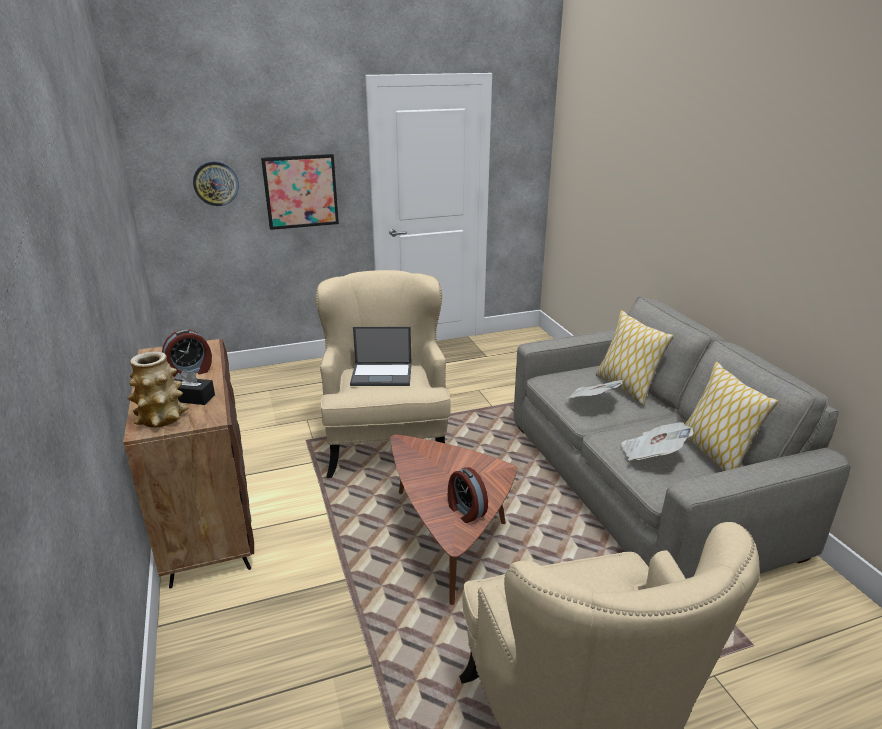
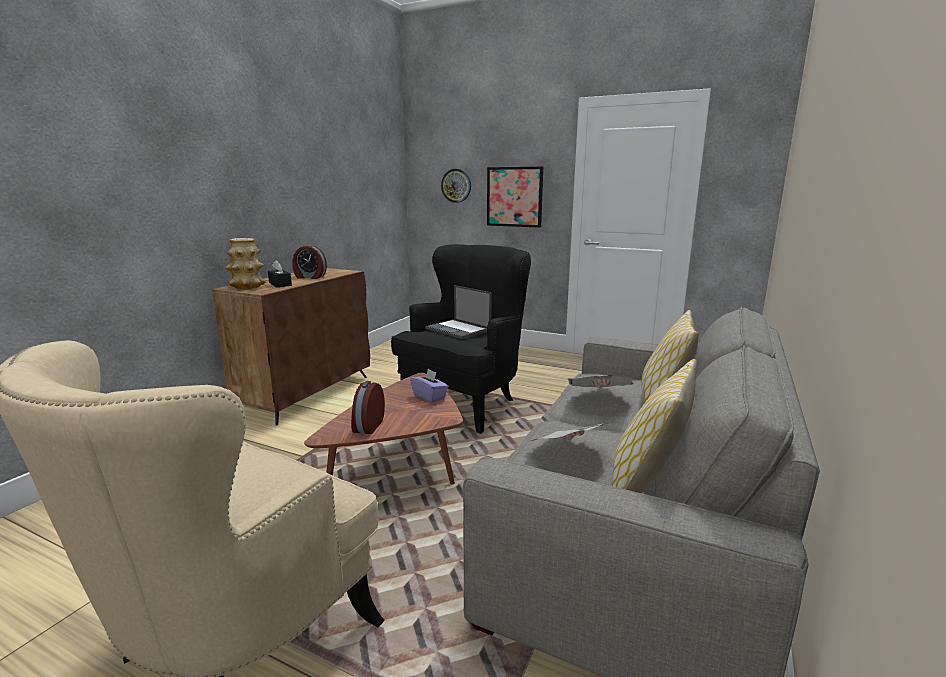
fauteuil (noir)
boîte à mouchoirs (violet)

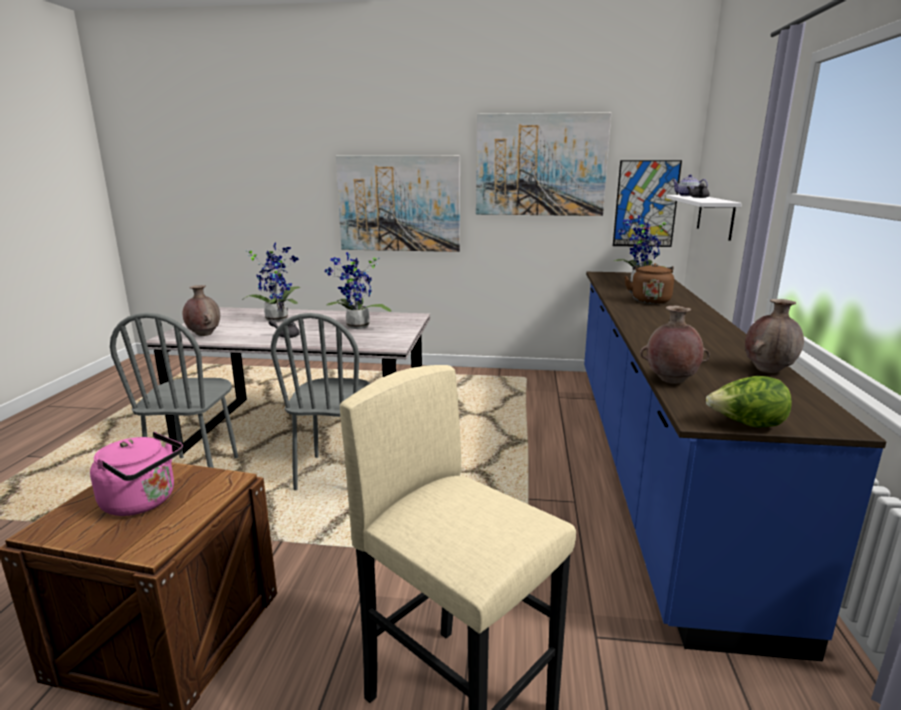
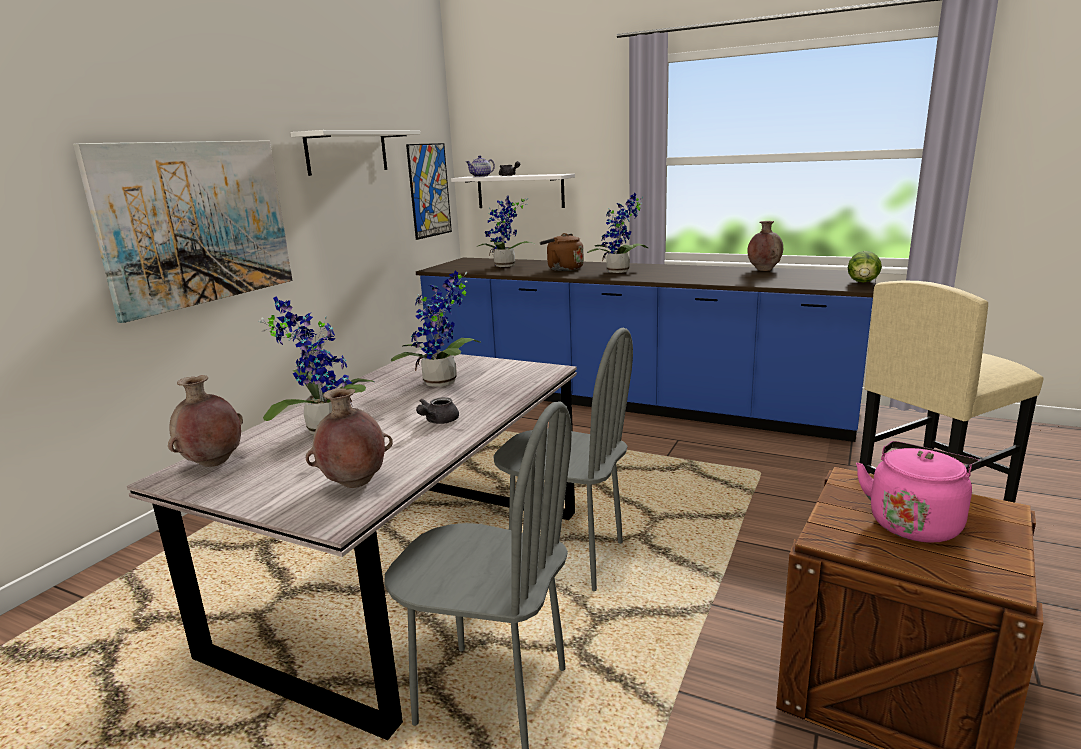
étagère (blanc) (1st from left)
vase (marron) (1st from left)
plante en pot (4th from left)

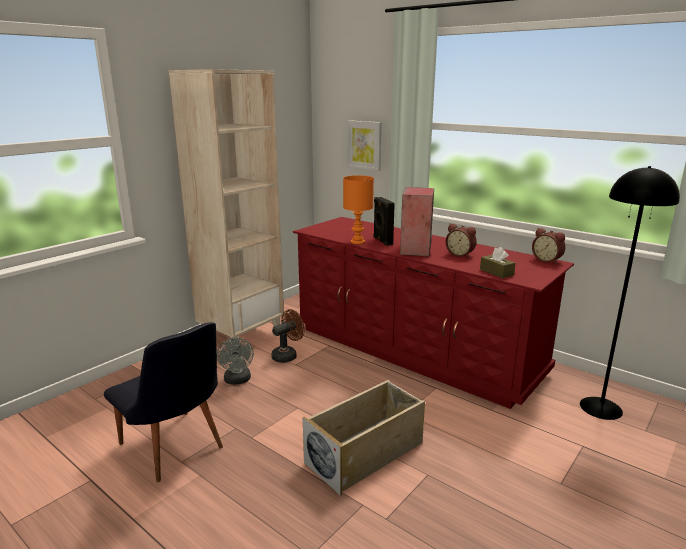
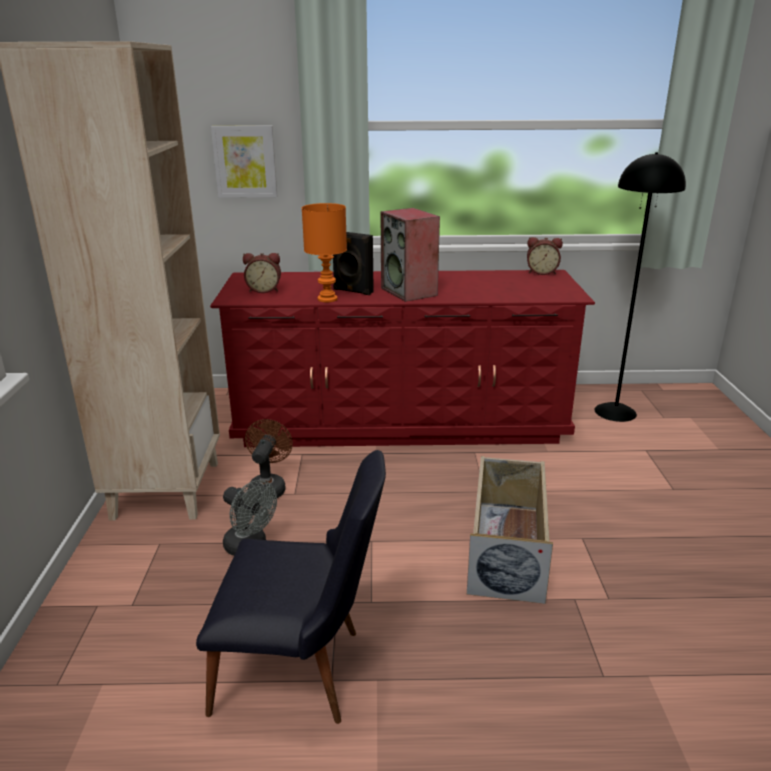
réveil (1st from left)
boîte à mouchoirs (marron)

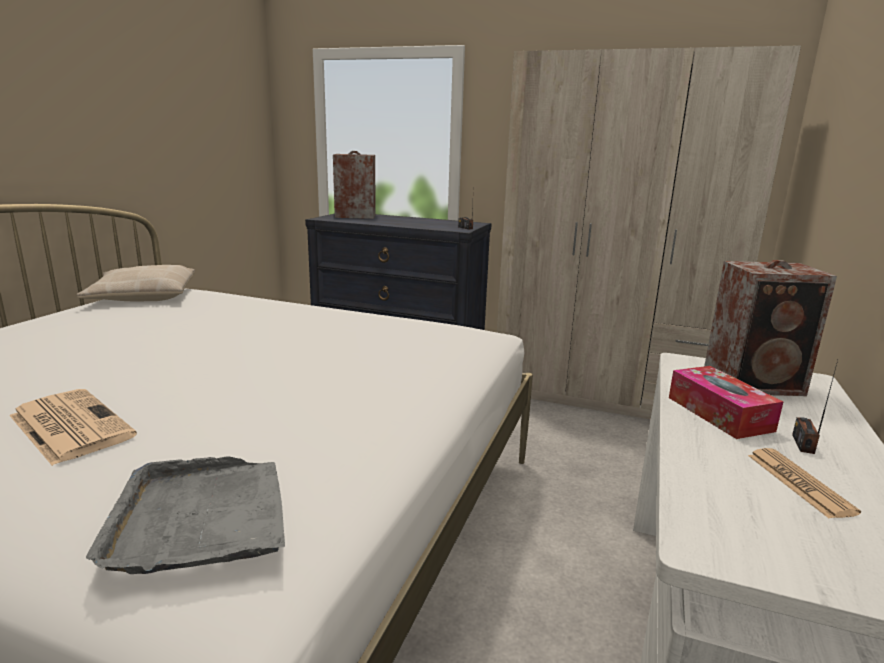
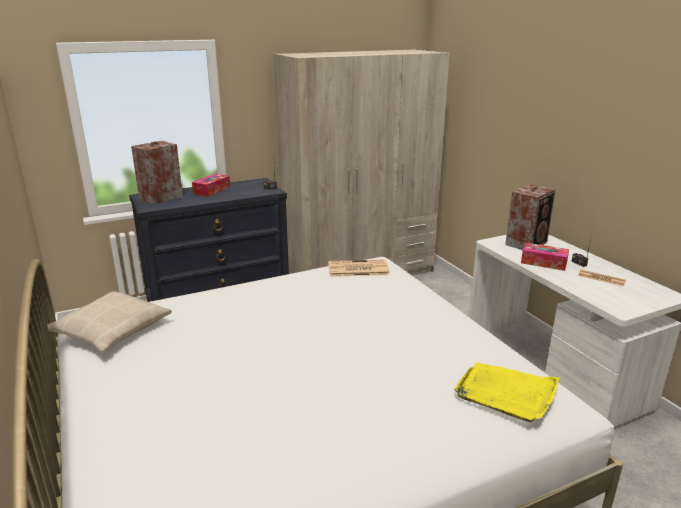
journal (1st from left)
plateau (jaune)
boîte à mouchoirs (1st from left)

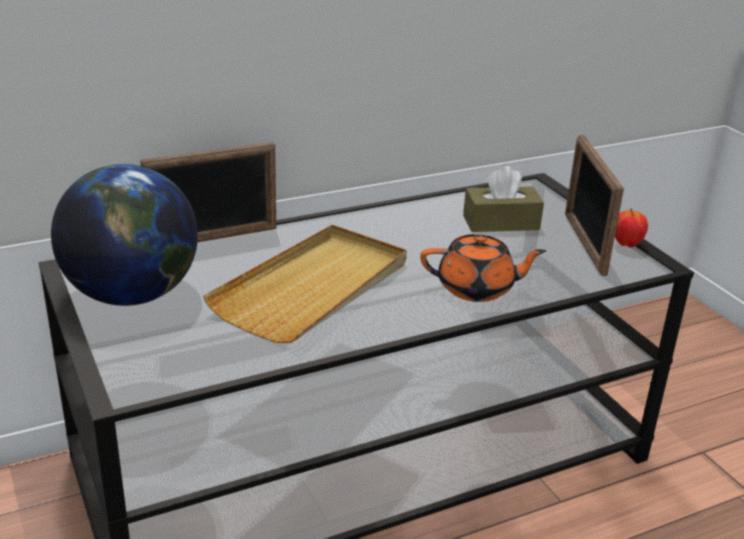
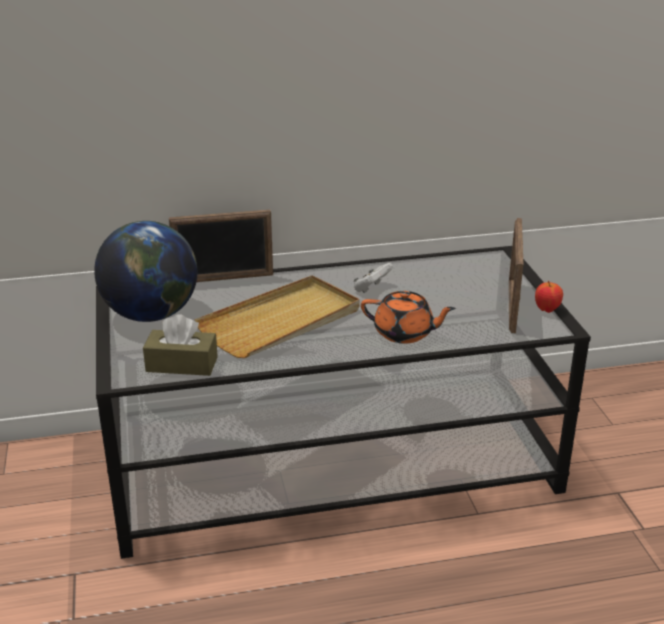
boîte à mouchoirs (marron)
manette (blanc)

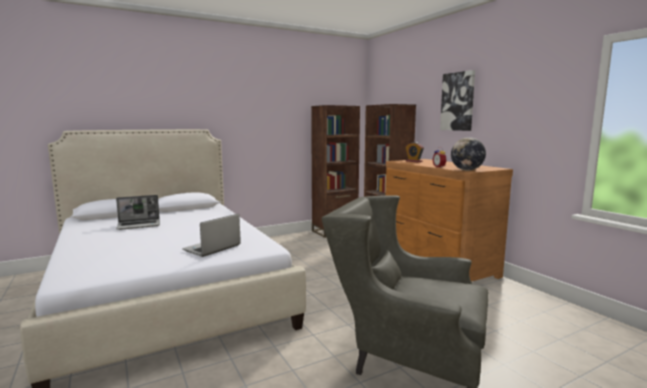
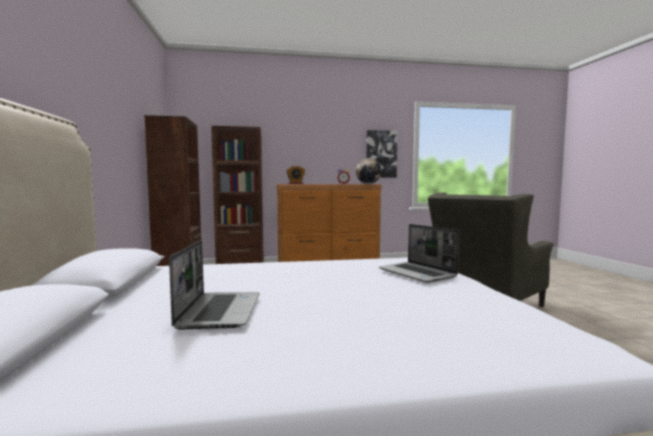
tableau

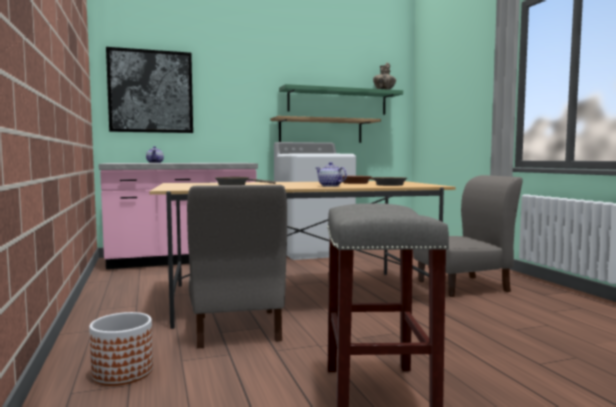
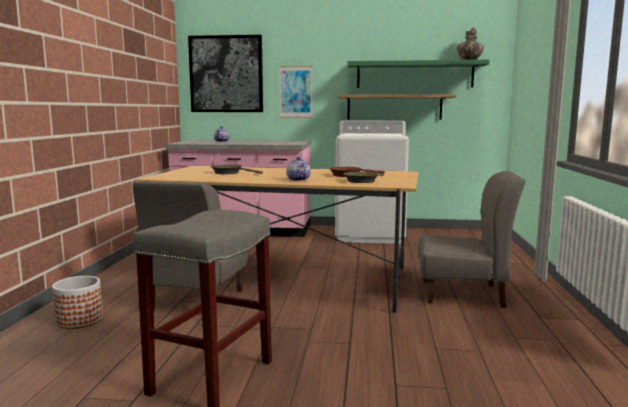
tableau (2nd from left)

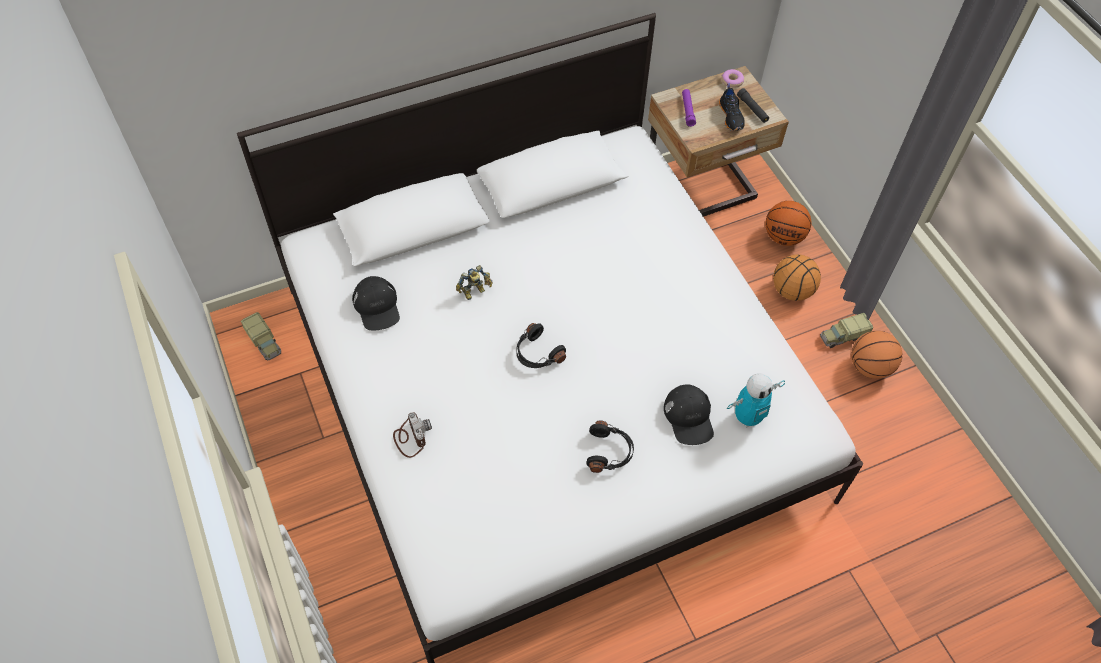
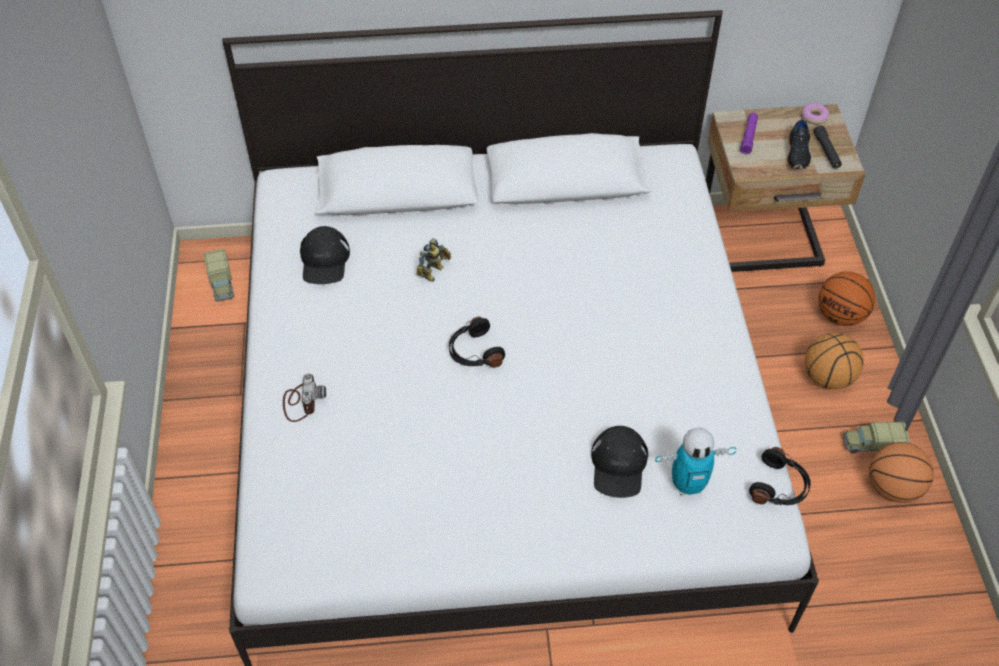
robot jouet (1st from left)
casque audio (noir) (2nd from left)

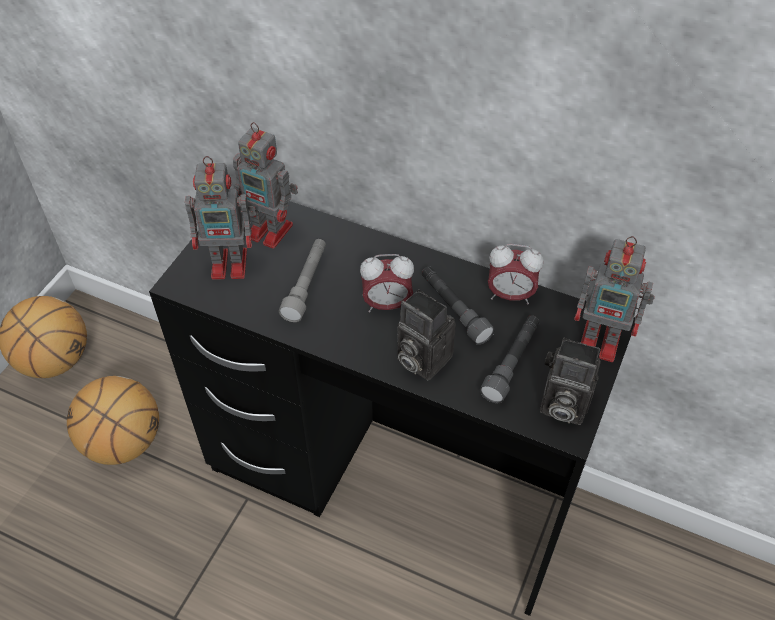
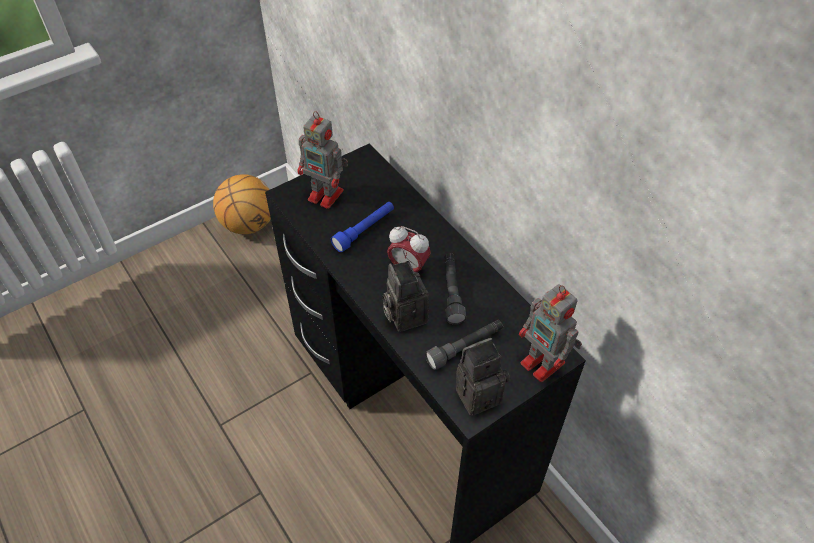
robot jouet (2nd from left in the first image)
lampe de poche (bleu)
réveil (2nd from left in the first image)
appareil photo (2nd from left)
ballon de basket (2nd from left in the first image)

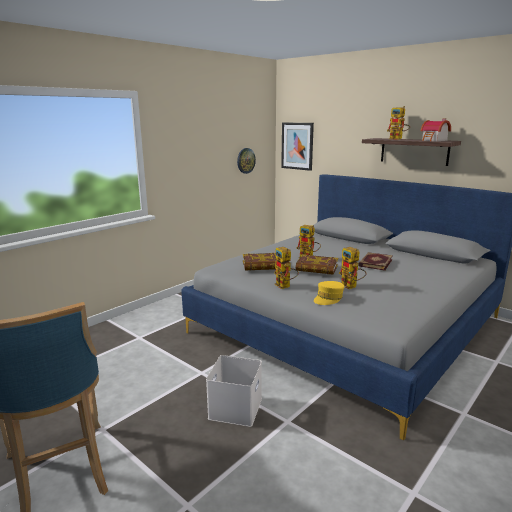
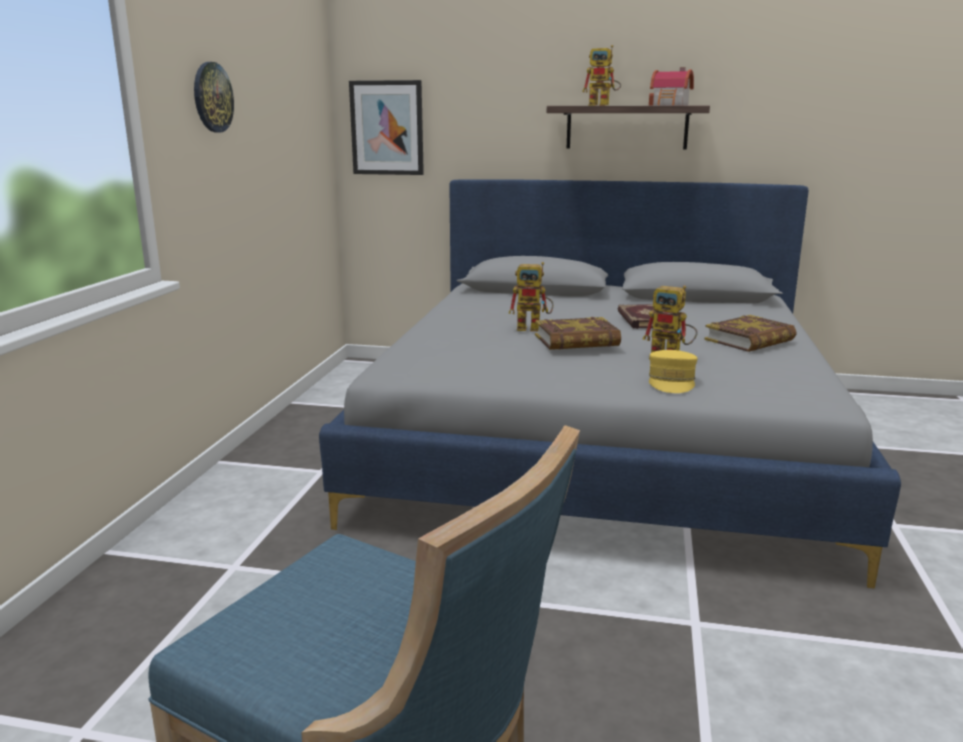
horloge murale
robot jouet (1st from left in the first image)
livre (3rd from left)
boîte de rangement (blanc)

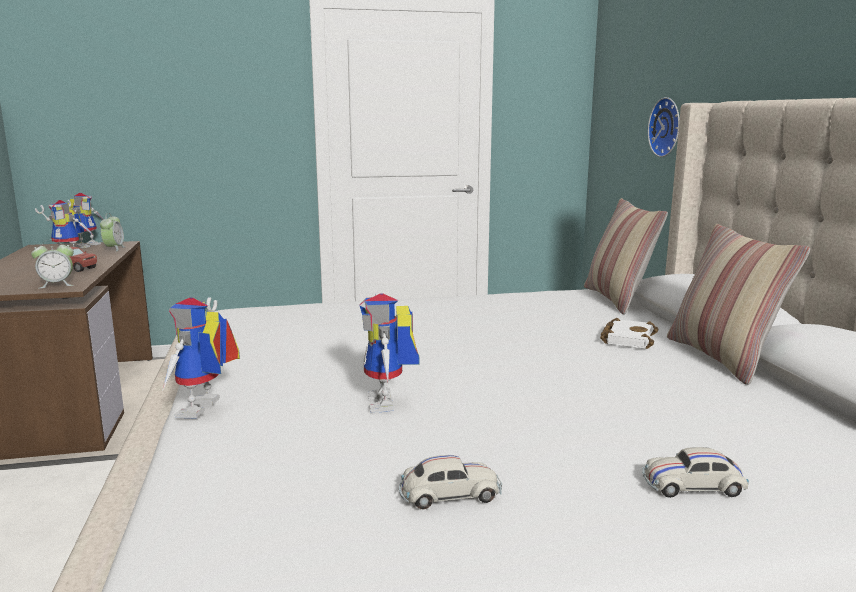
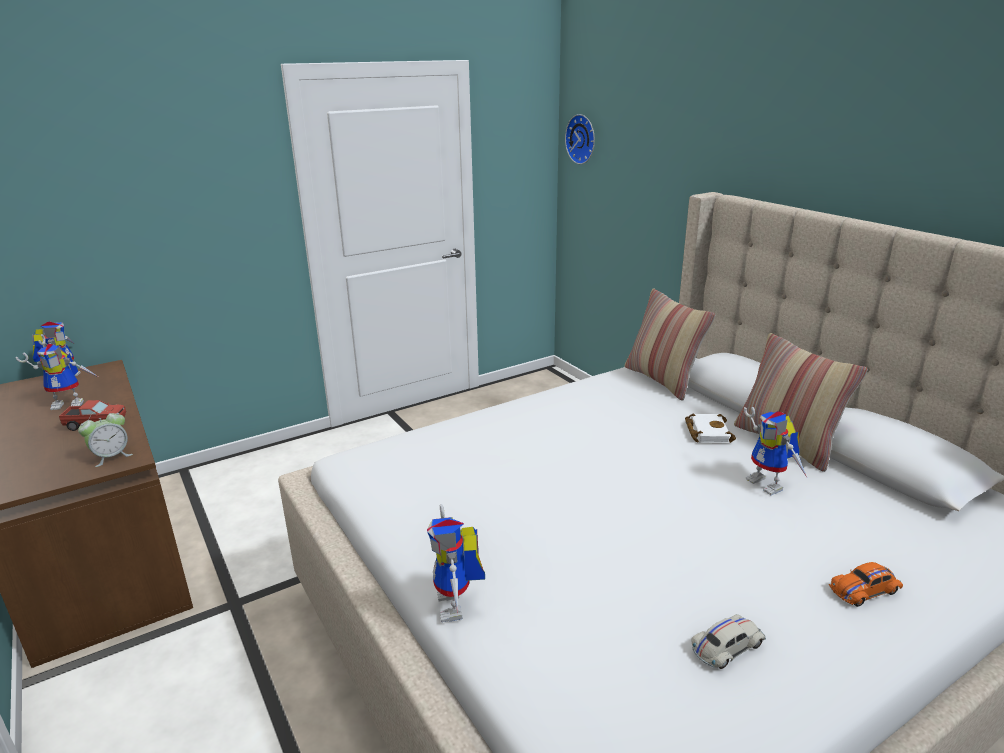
horloge murale
réveil (2nd from left in the first image)
robot jouet (4th from left)
petite voiture (orange)

